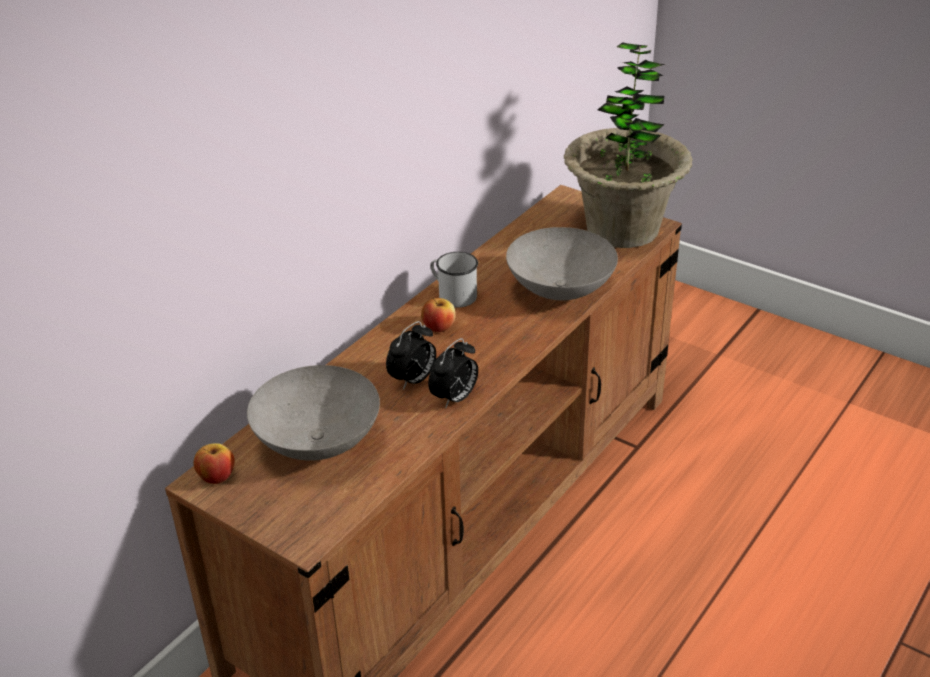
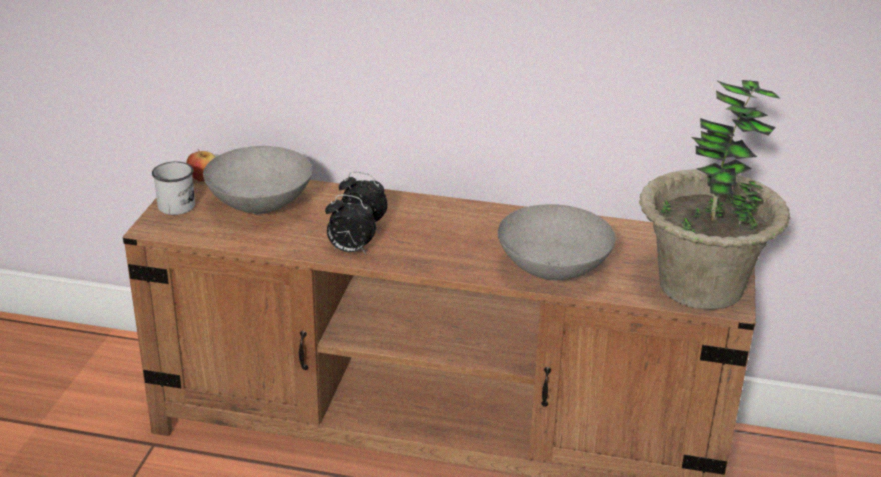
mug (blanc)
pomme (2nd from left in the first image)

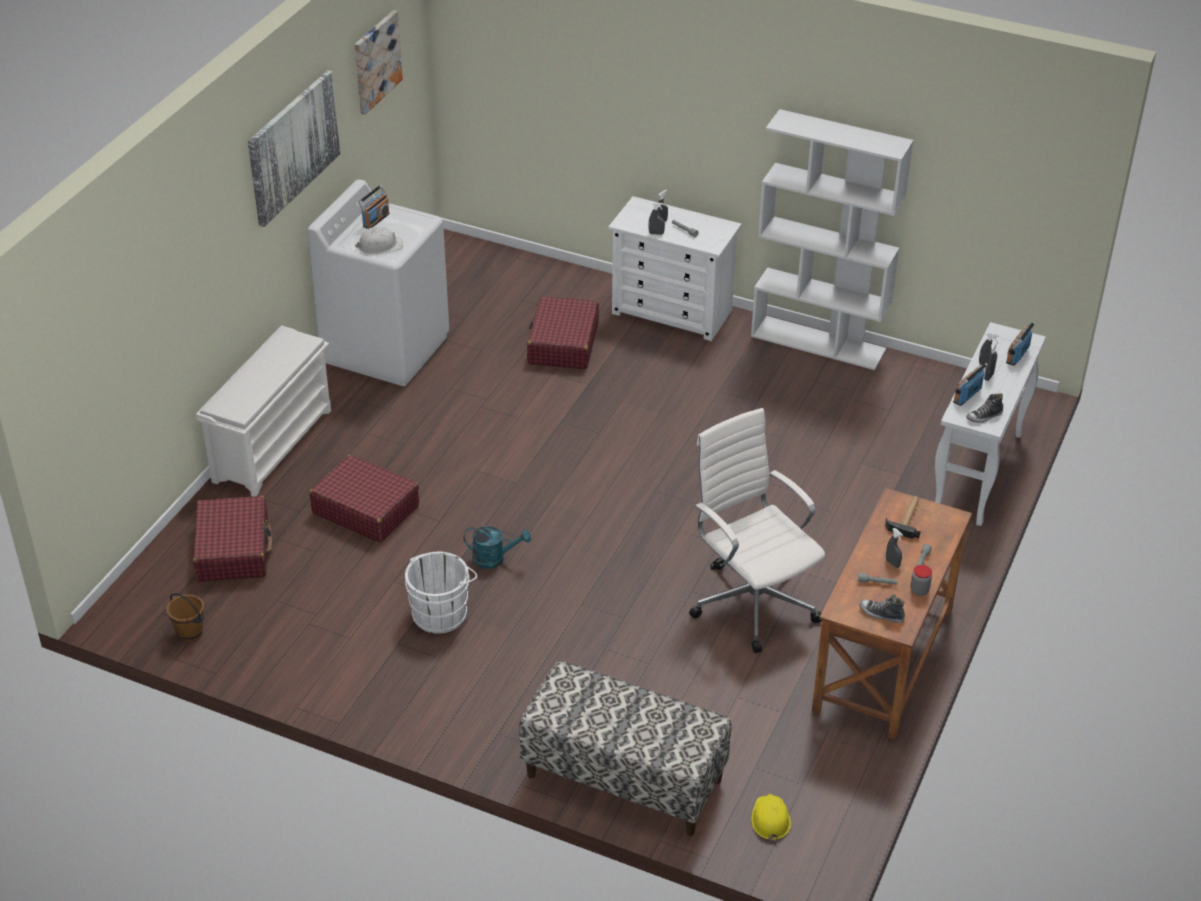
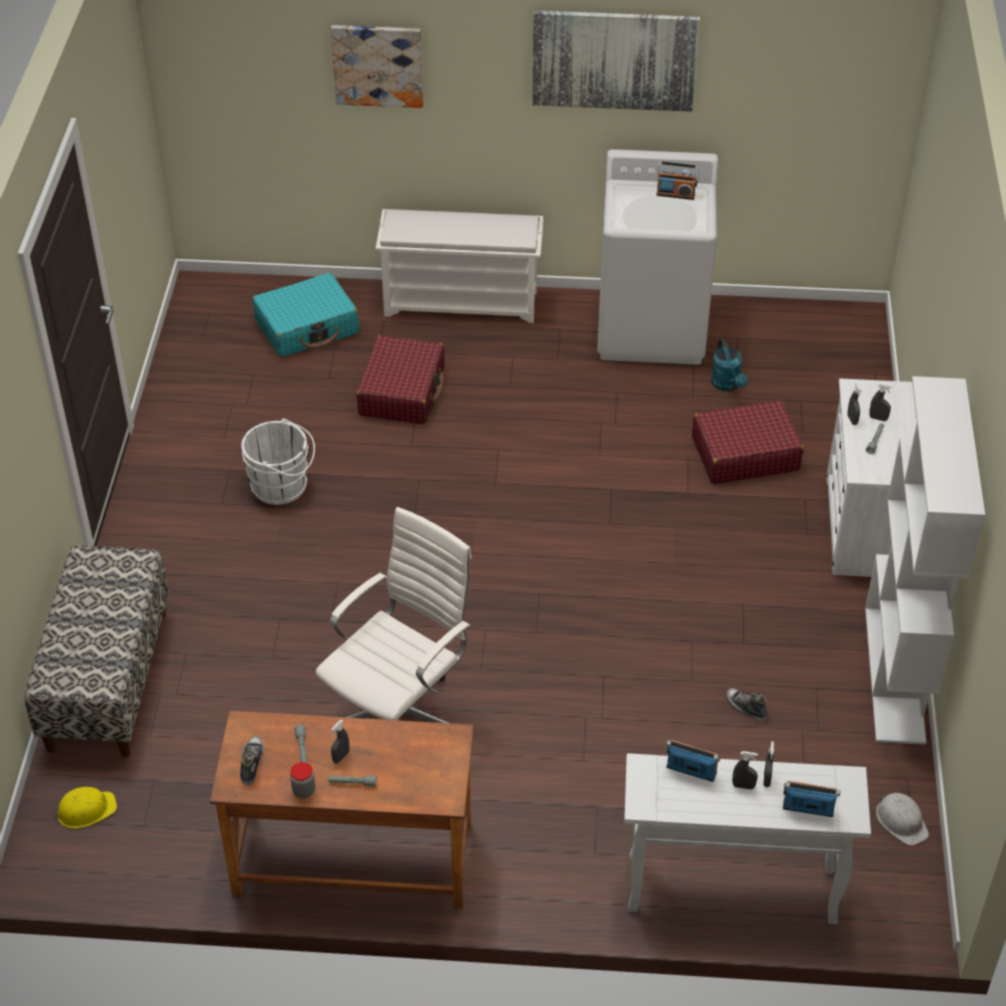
tableau (1st from left)
casque de chantier (blanc)
chaussure (2nd from left)
valise (turquoise)
marteau
arrosoir (turquoise)
seau (marron)

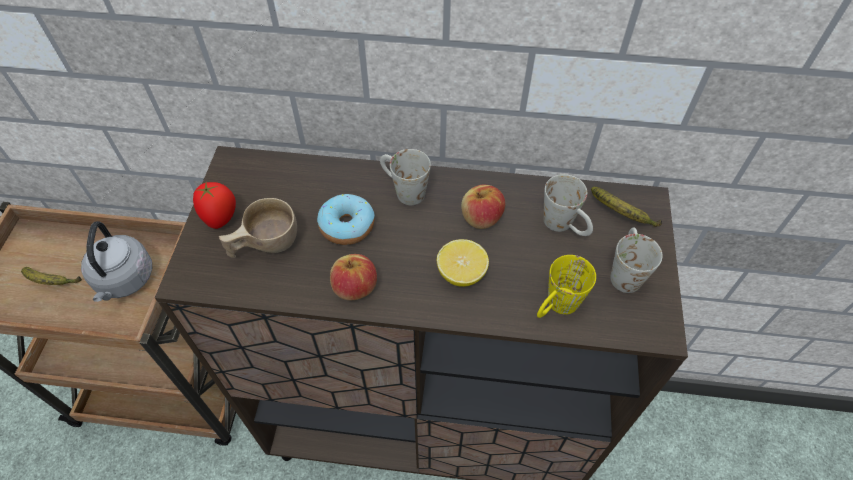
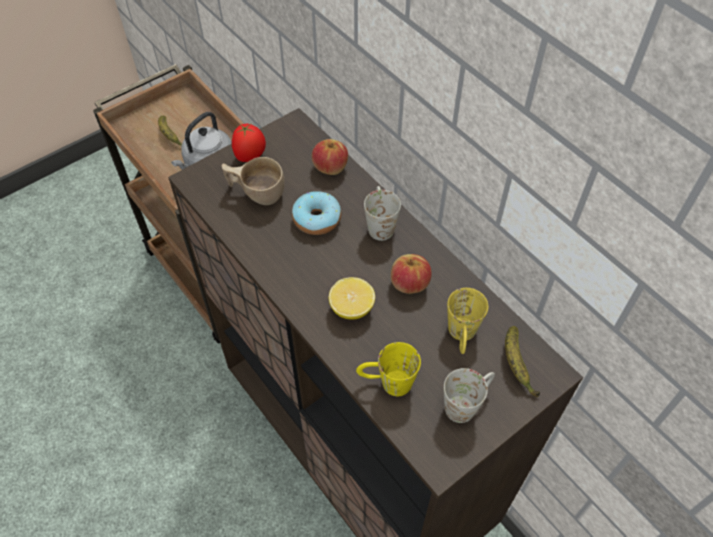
mug (jaune) (2nd from left)
pomme (1st from left)

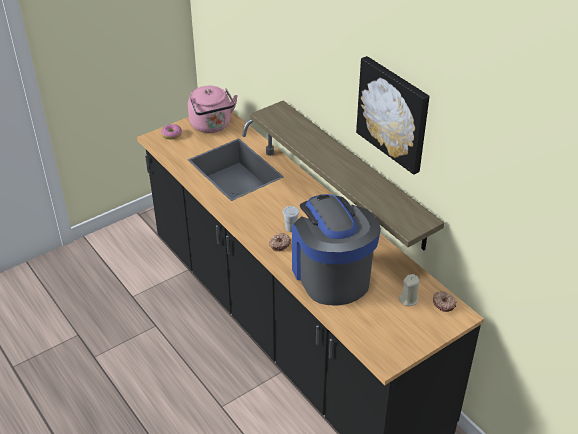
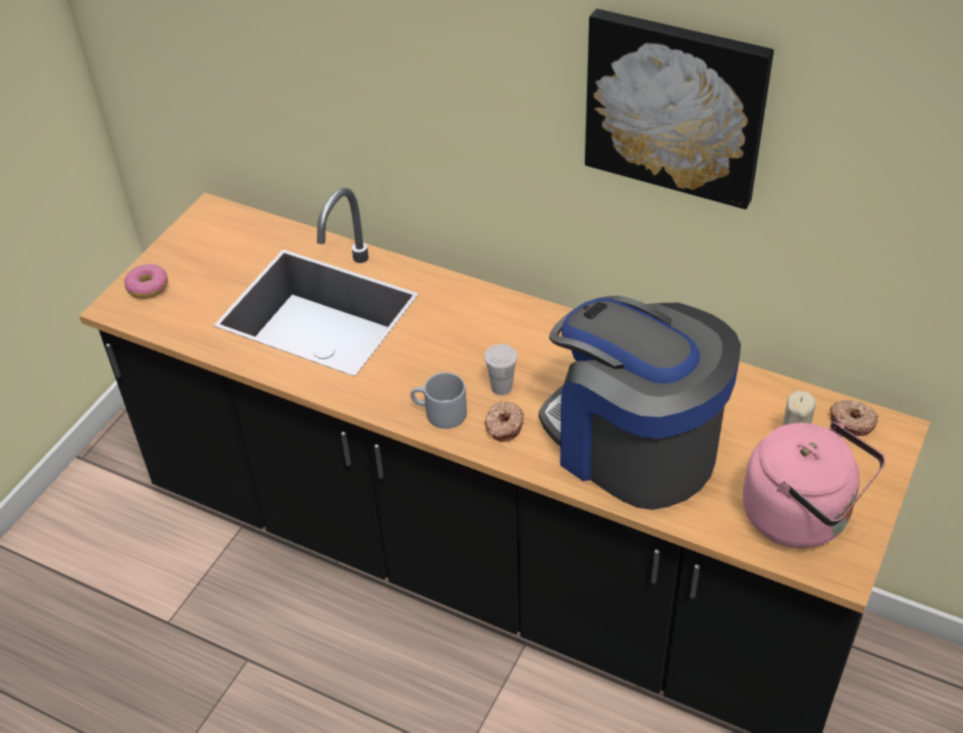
bouilloire (rose)
étagère
mug (gris)

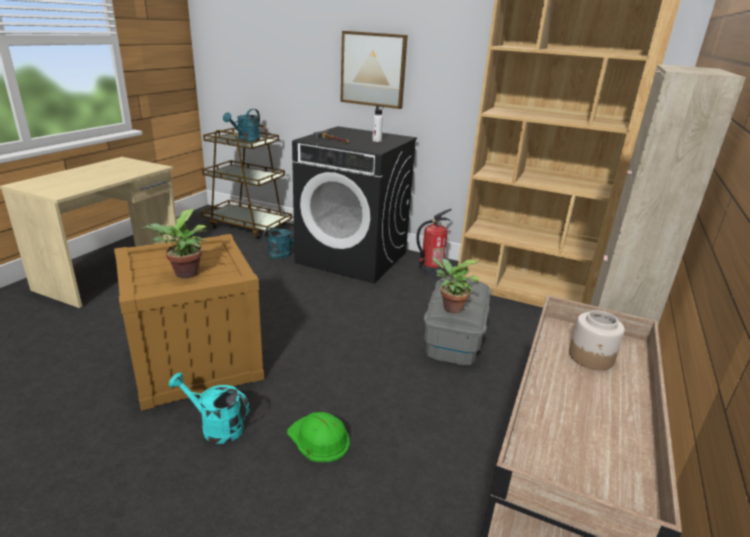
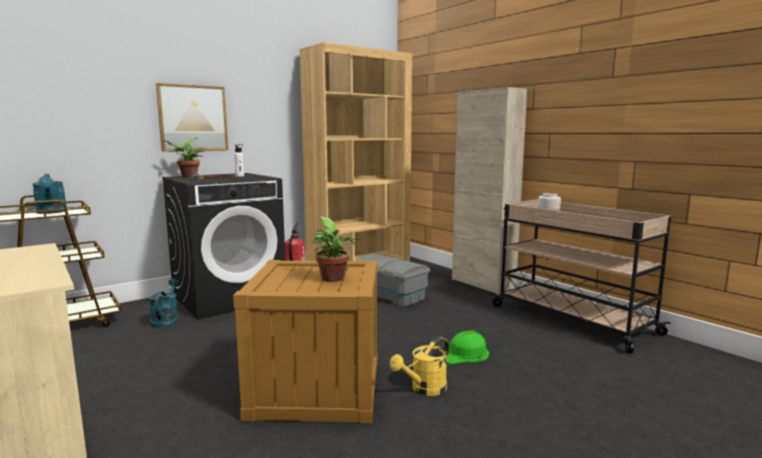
plante en pot (1st from left)
arrosoir (jaune)

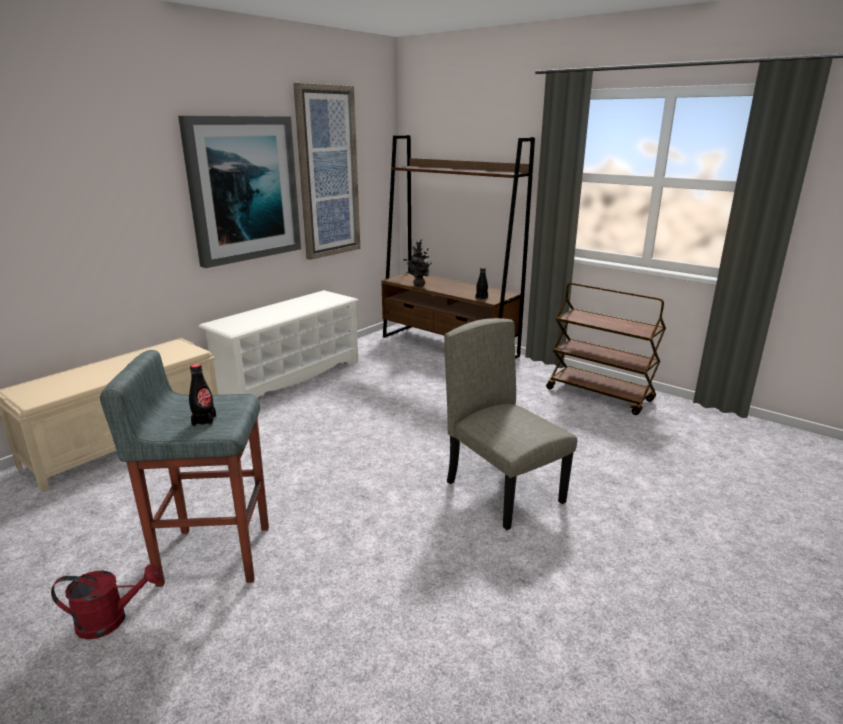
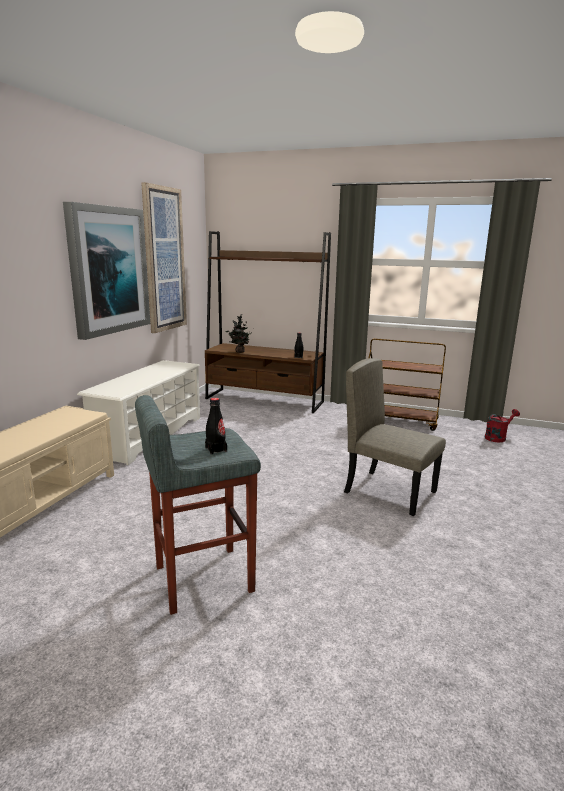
arrosoir (rouge)

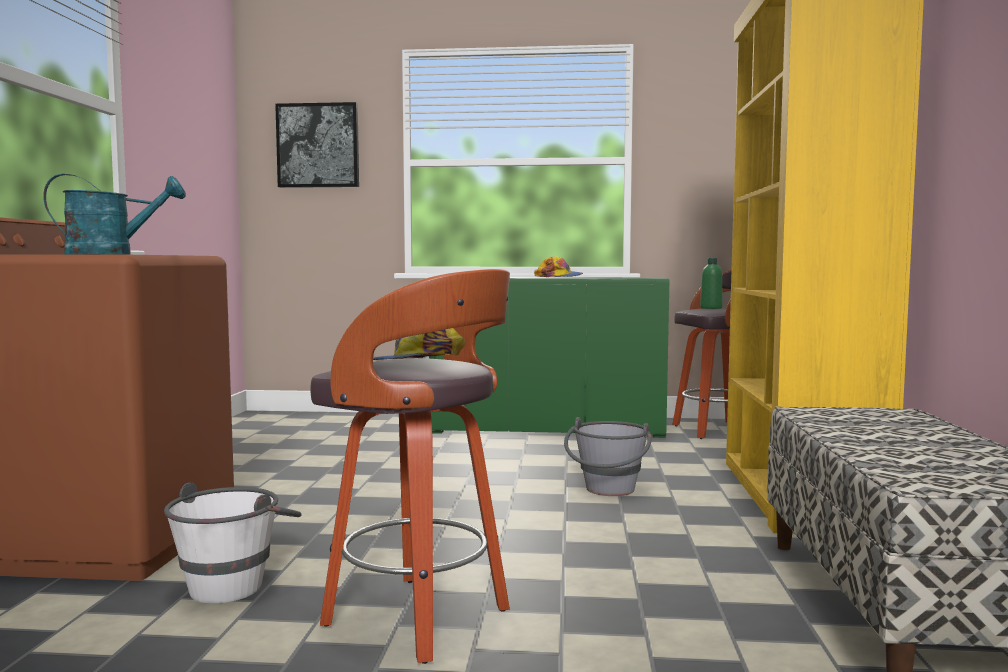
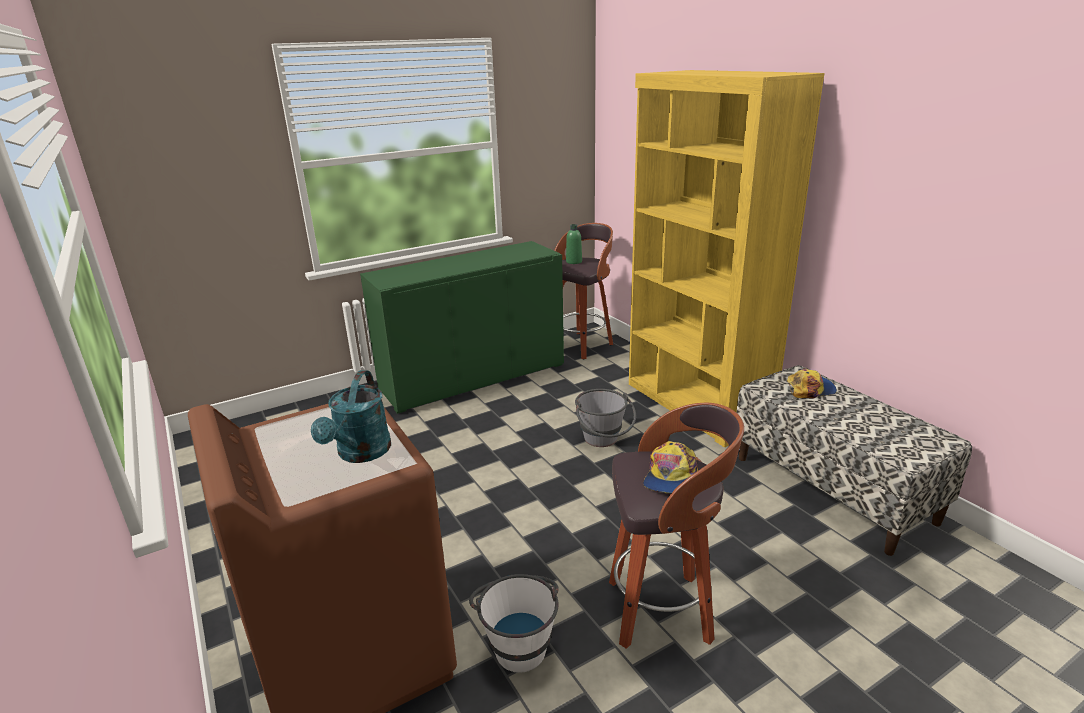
tableau
arrosoir (turquoise)
casquette (2nd from left)

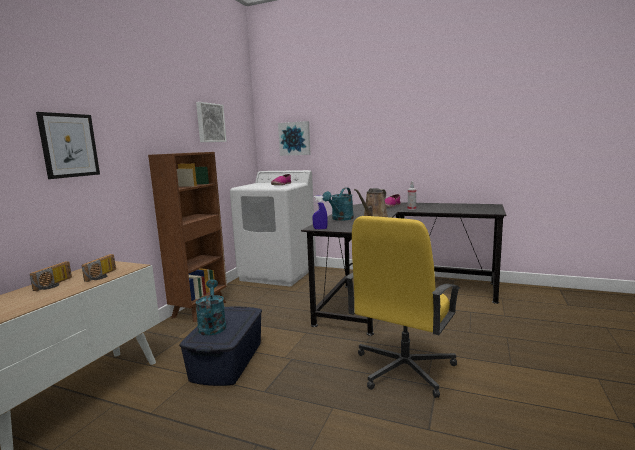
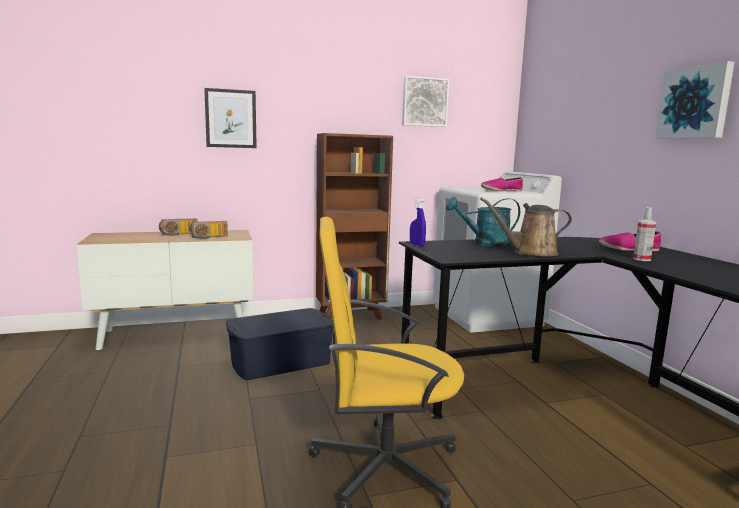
tableau (3rd from left)
arrosoir (turquoise) (1st from left in the first image)

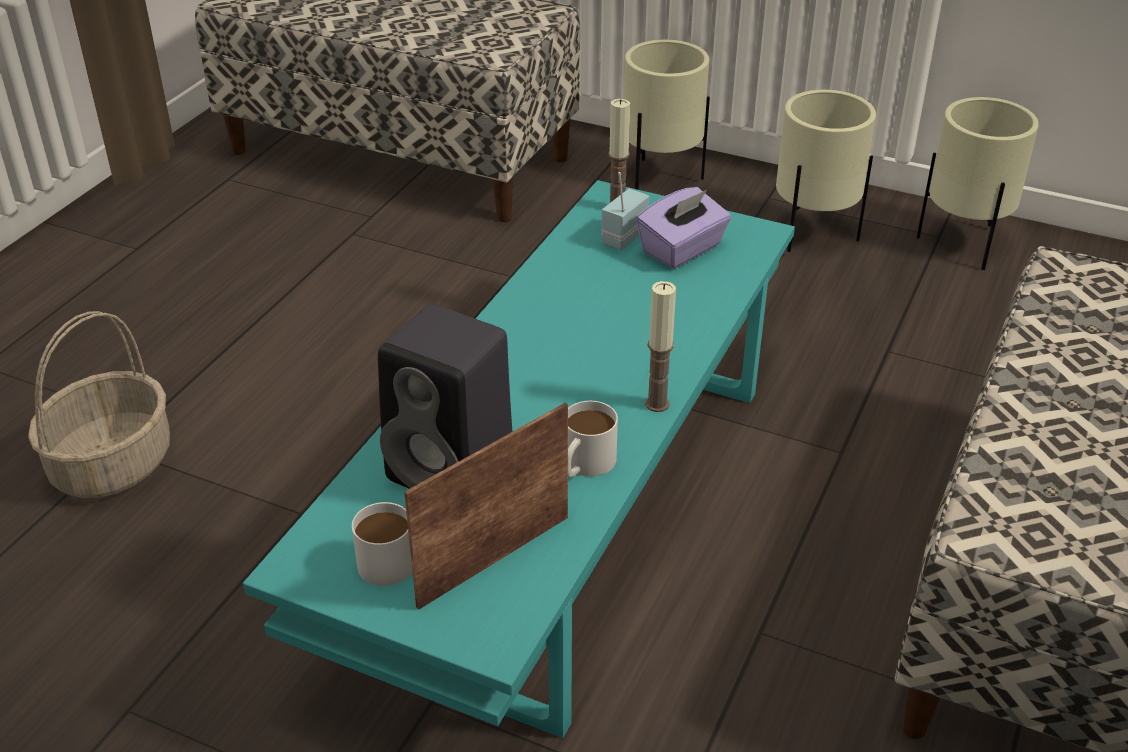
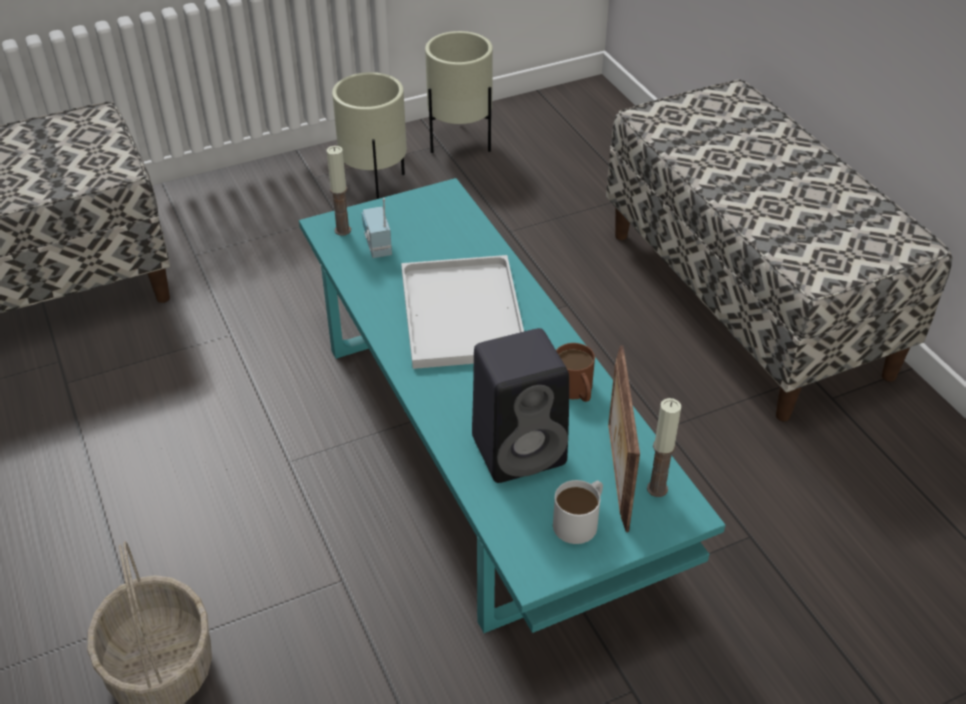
cache-pot (beige) (1st from left in the first image)
boîte à mouchoirs (violet)
bougie (2nd from left)
mug (marron)
plateau (blanc)

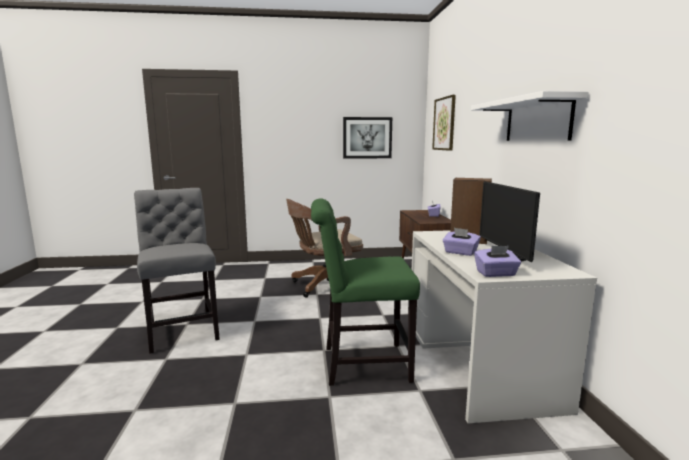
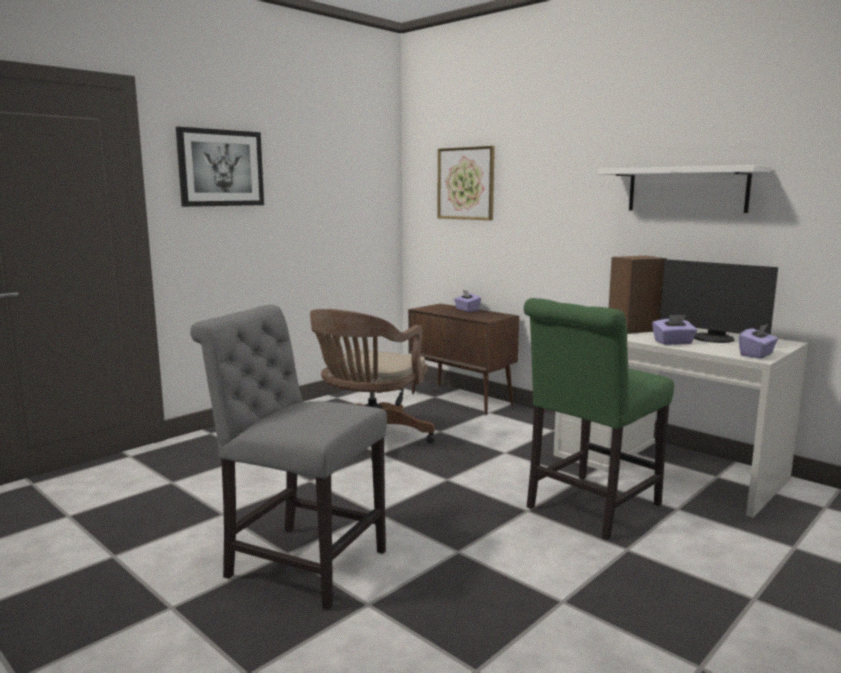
tableau (1st from left)

